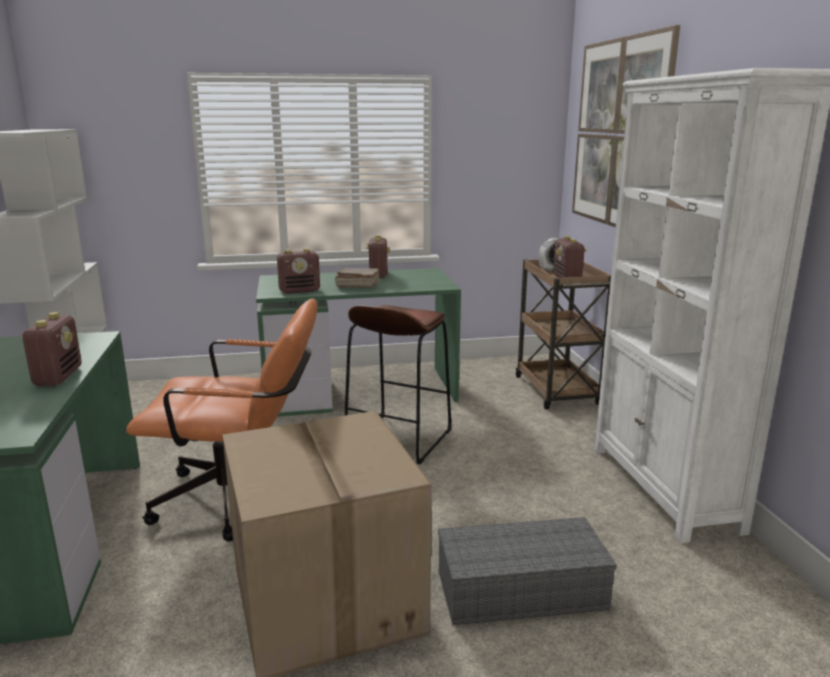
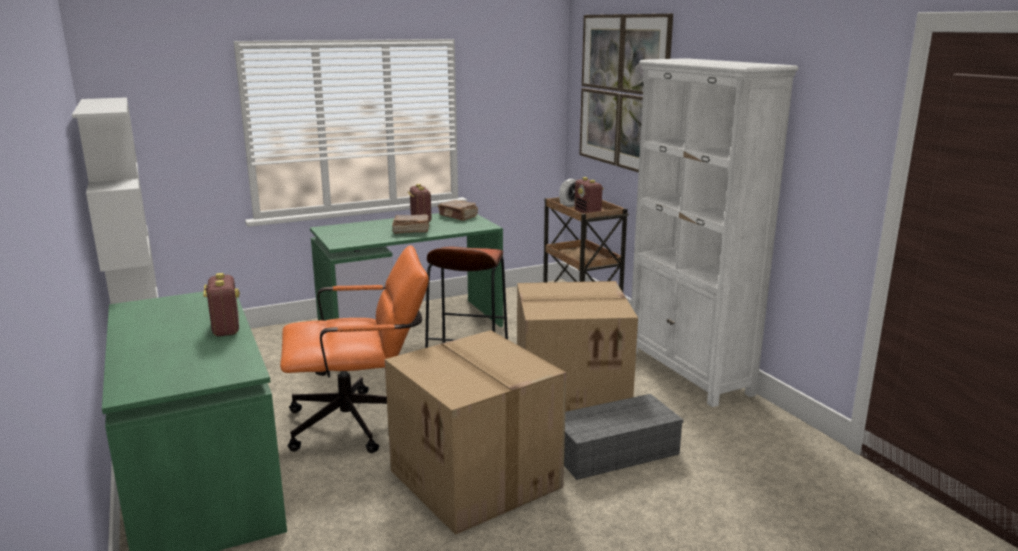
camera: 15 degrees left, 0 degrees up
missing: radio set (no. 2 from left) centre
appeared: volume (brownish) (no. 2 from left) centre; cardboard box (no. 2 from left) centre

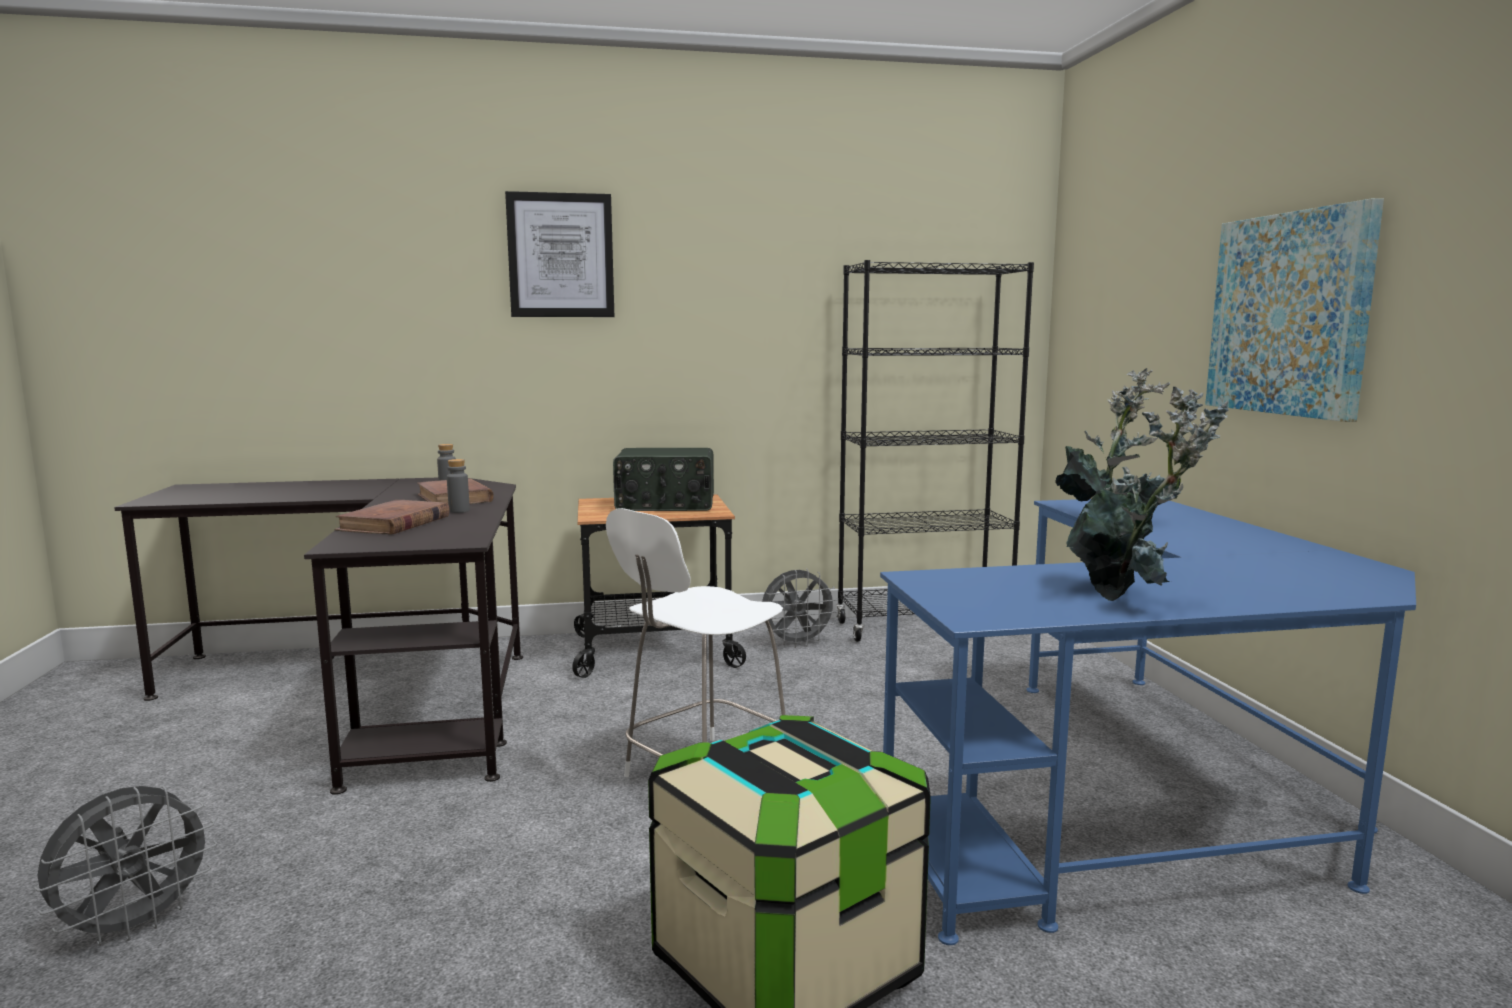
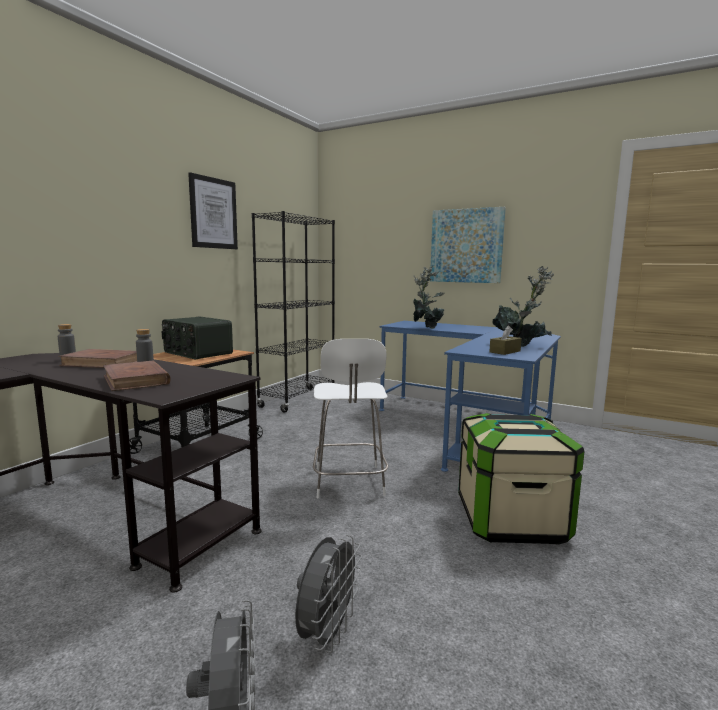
camera: 50 degrees left, 0 degrees up
appeared: tissue holder (brownish) middle right
relocated: wall art (no. 1 from left) top centre to top left; cooling fan (grey) (no. 2 from left) centre to bottom centre
spun: radio set centre = middle left 90 degrees clockwise

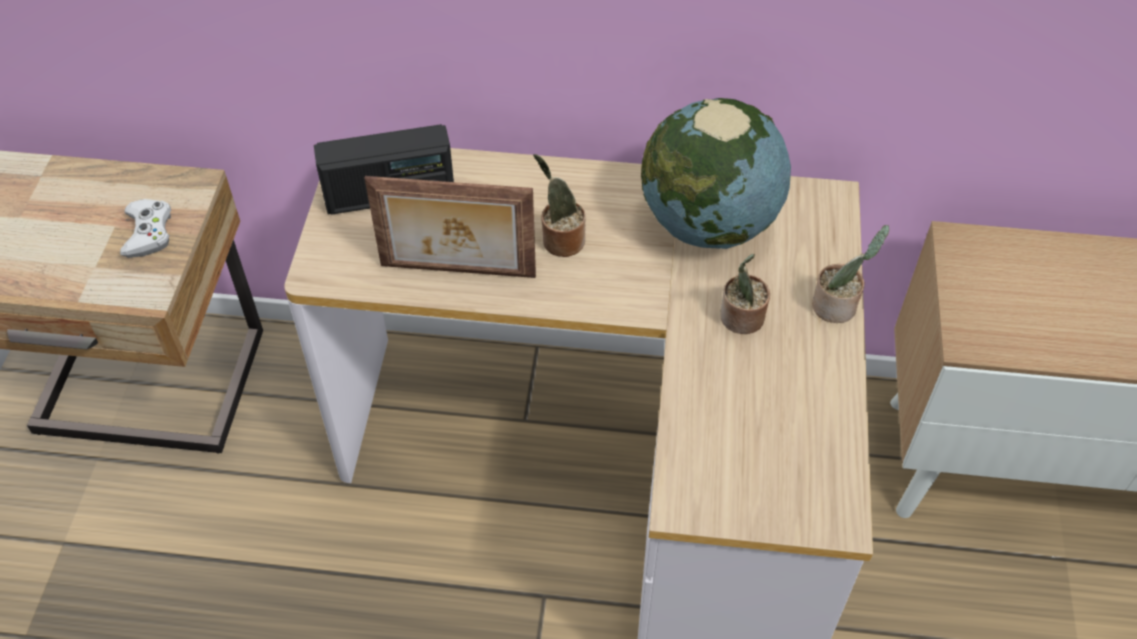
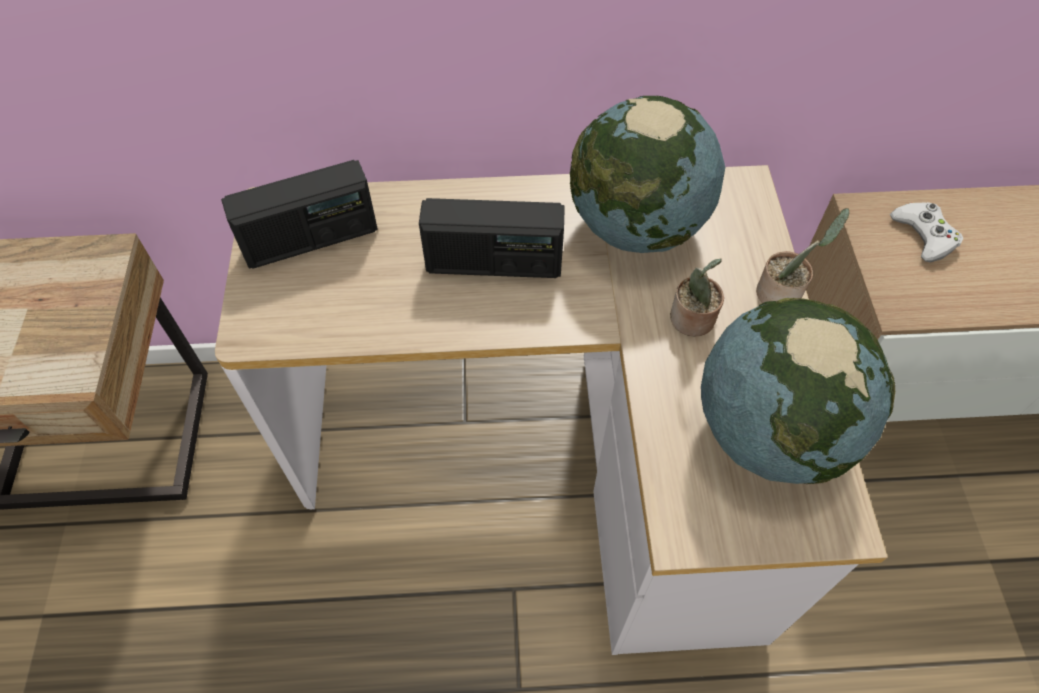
camera: 10 degrees left, 5 degrees up
missing: picture frame centre
appeared: world globe (no. 2 from left) middle right
relocated: gamepad (white) middle left to middle right
exchanged: potted plant (no. 1 from left) top centre to radio set (no. 2 from left) centre

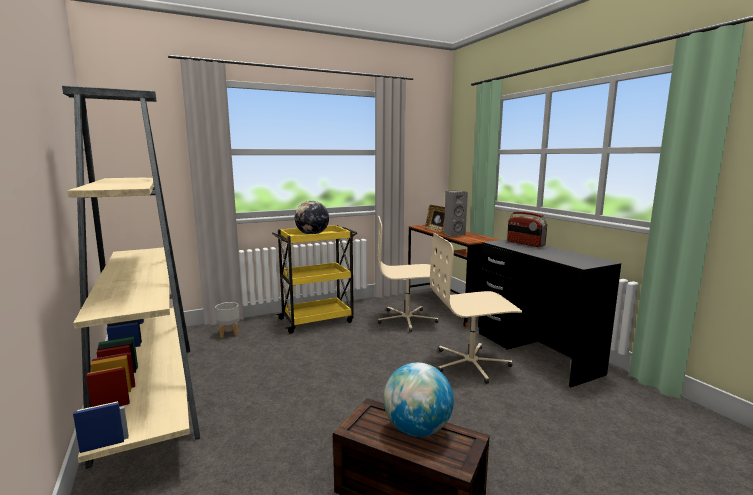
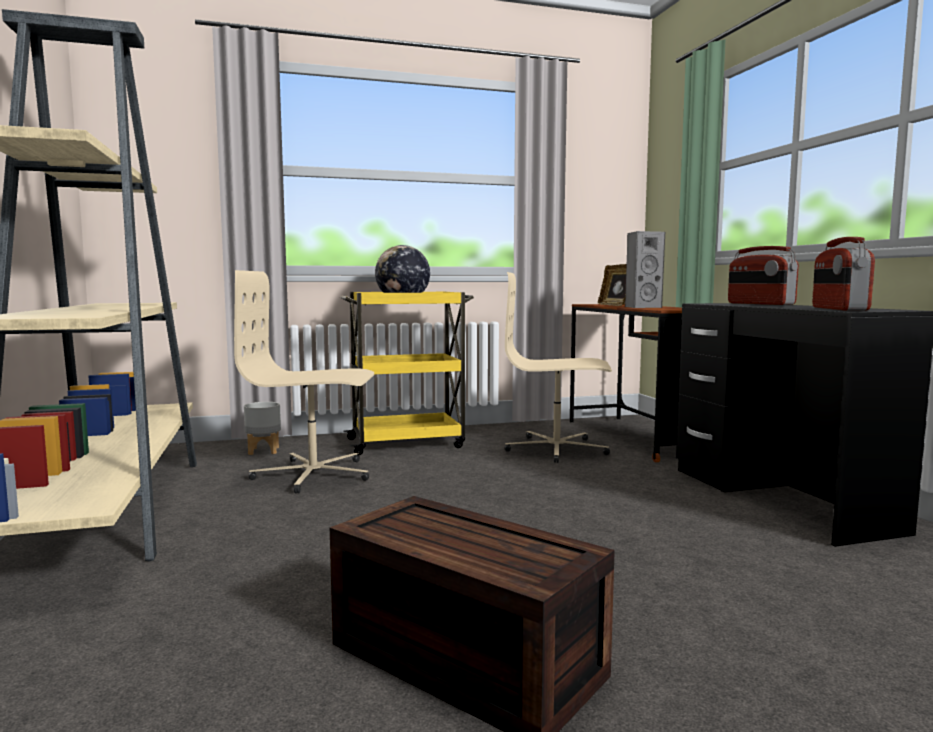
camera: 10 degrees right, 5 degrees down
missing: world globe (no. 2 from left) bottom centre
appeared: radio set (no. 2 from left) middle right
relocated: office chair (beige) (no. 2 from left in the first image) centre to office chair (beige) (no. 1 from left) middle left

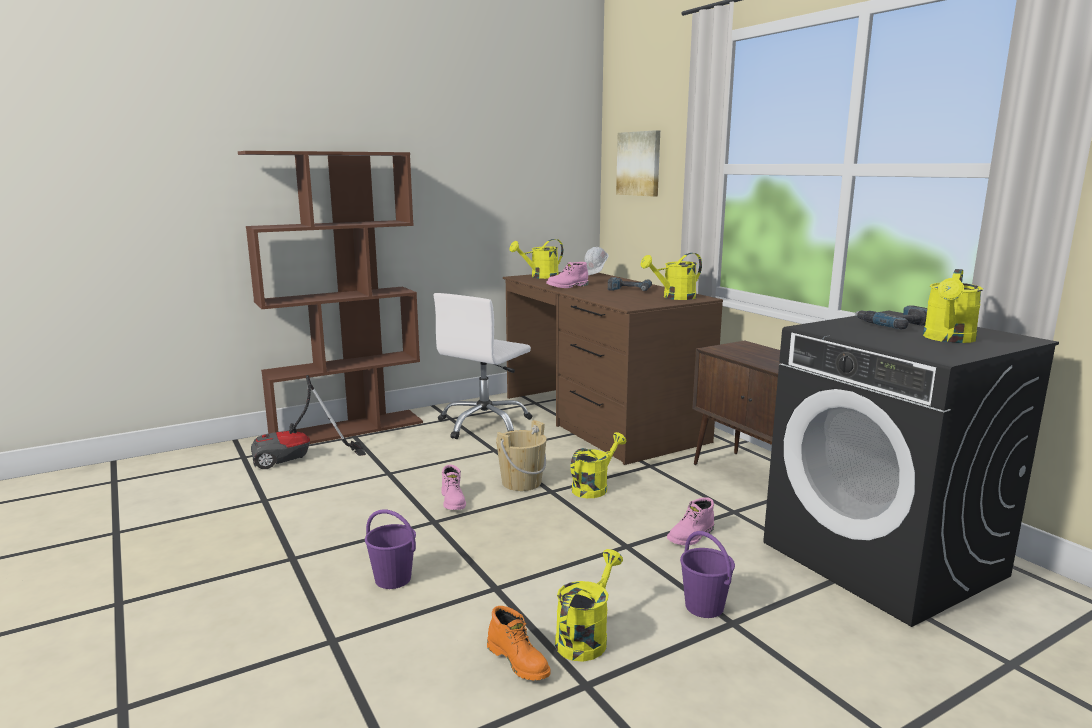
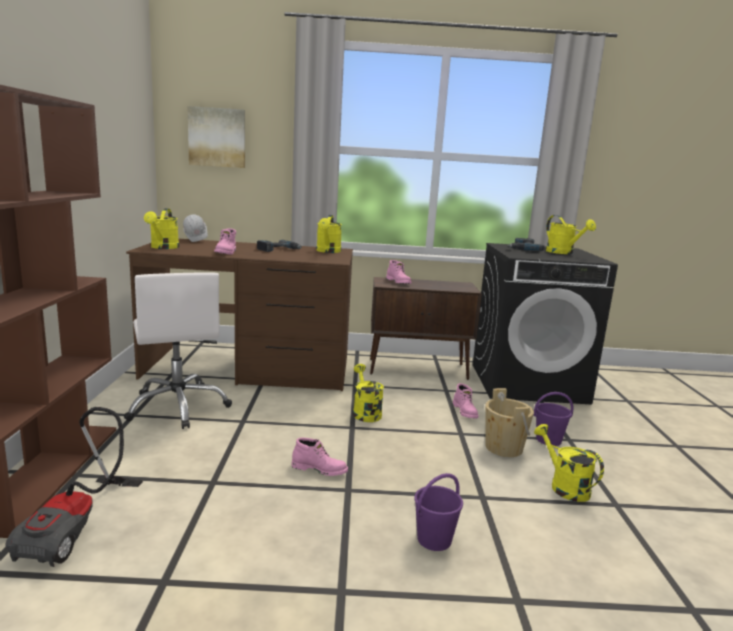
camera: 60 degrees left, 0 degrees up
missing: tall boot (orange-coloured) bottom centre
appeared: tall boot (pink) (no. 3 from left) centre
relocated: bucket (beige) centre to bottom right

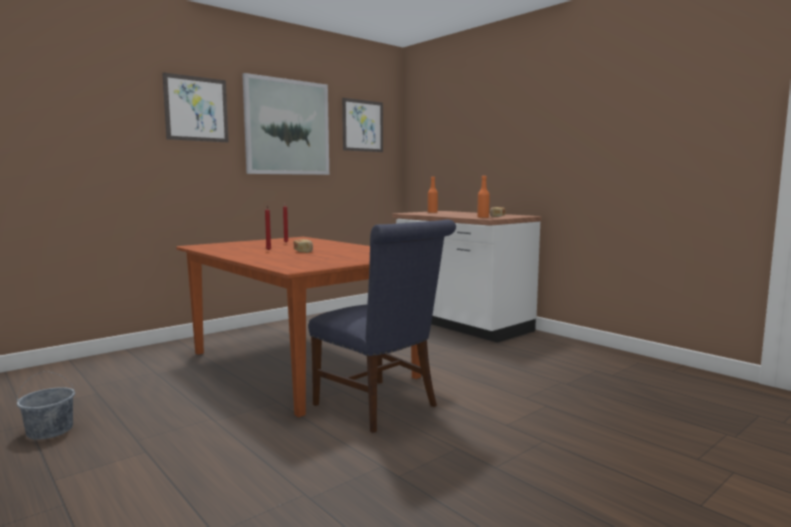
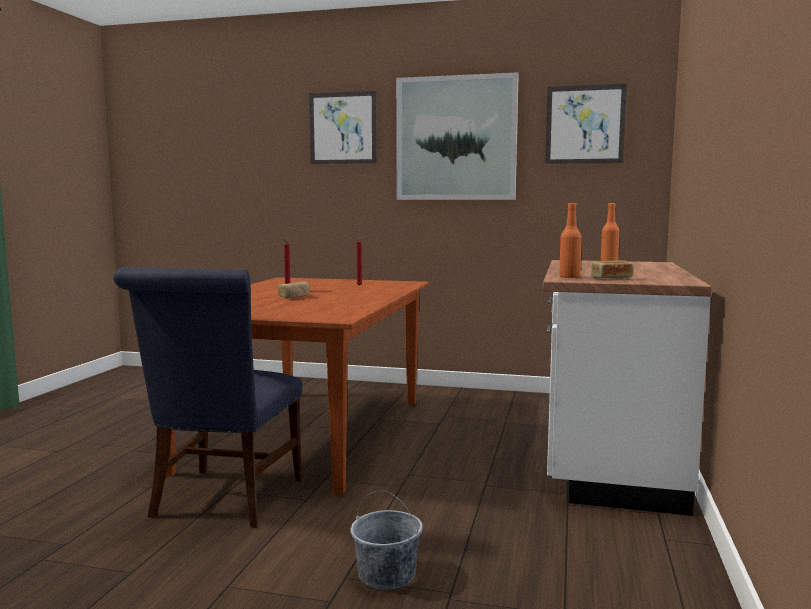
camera: 55 degrees right, 0 degrees up
relocated: bucket (grey) bottom left to bottom centre

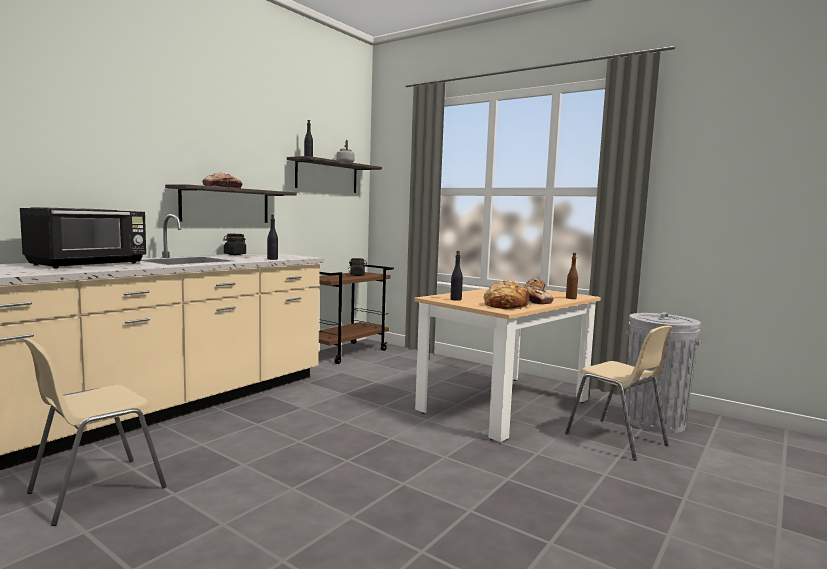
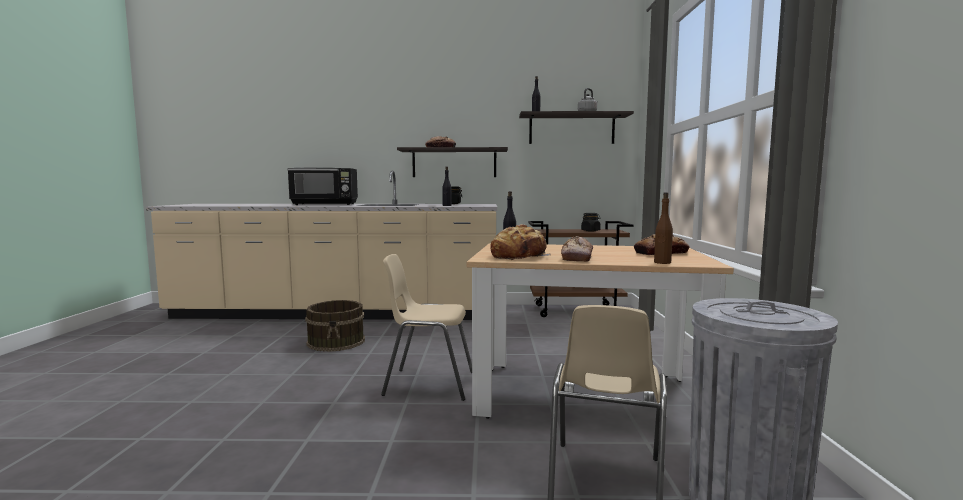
camera: 55 degrees right, 0 degrees up
appeared: bucket (brownish) centre
relocated: plain chair (beige) (no. 1 from left) bottom left to centre

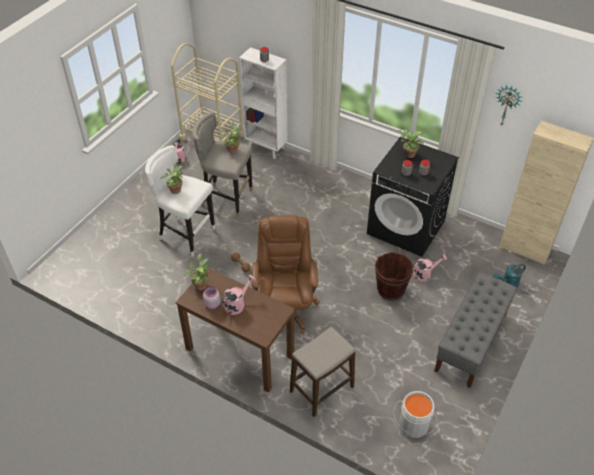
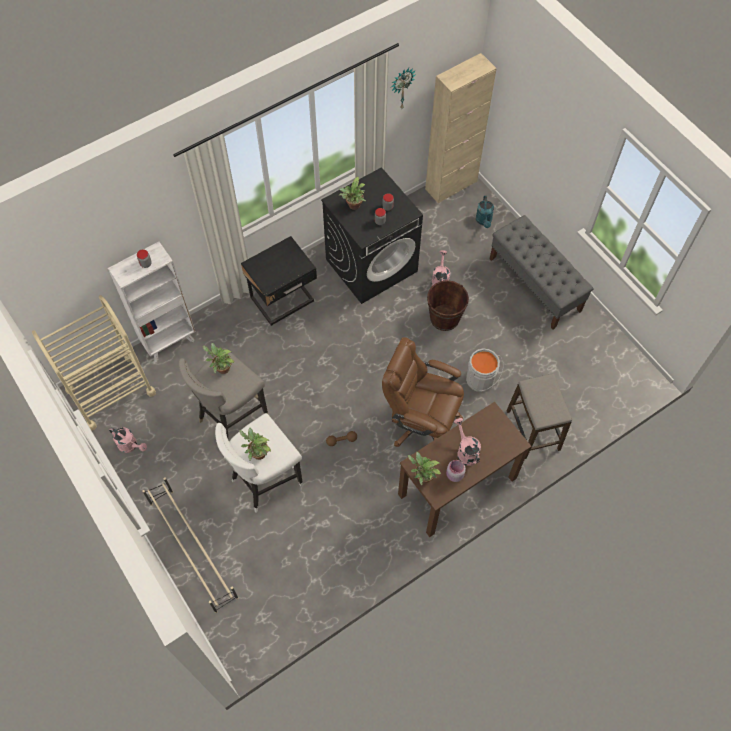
camera: 65 degrees left, 15 degrees up
appeared: bedside table (blackish) centre; shoe shelf (beige) bottom left
relocated: bucket (grey) bottom right to centre

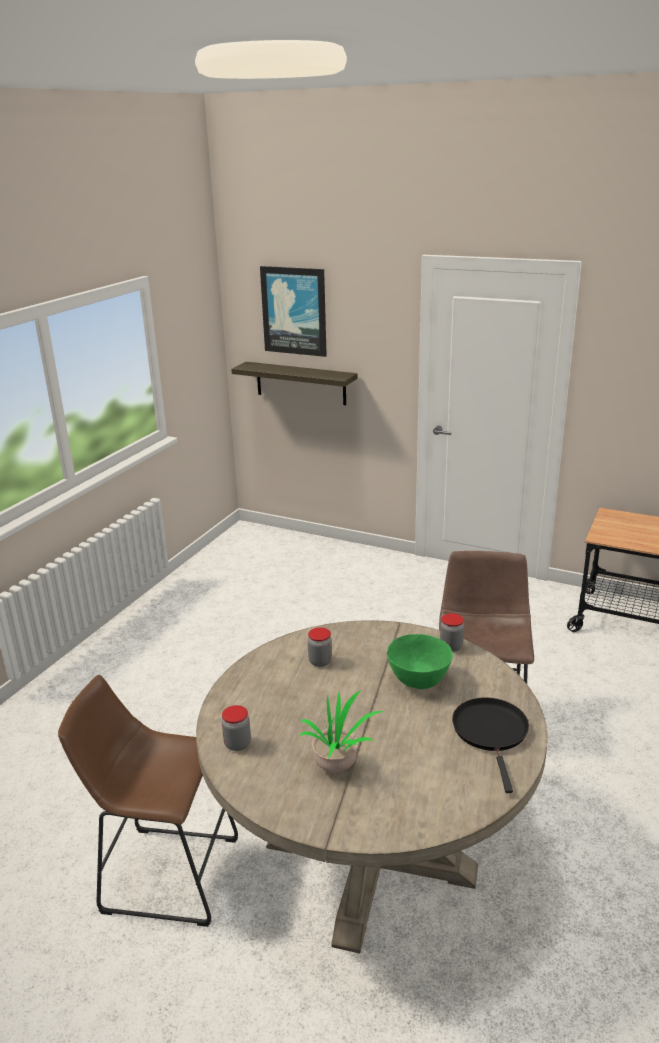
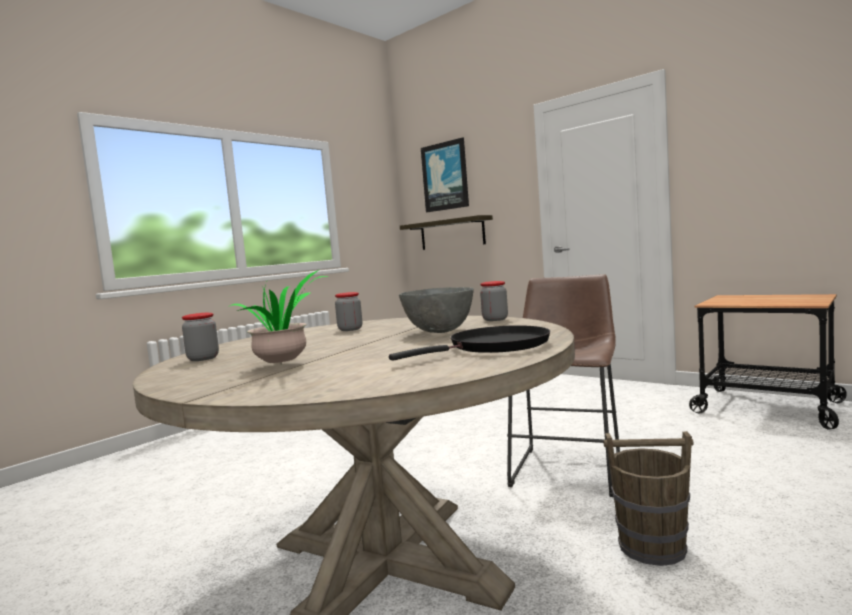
camera: 15 degrees right, 20 degrees down
missing: sitting stool (brownish) (no. 1 from left) bottom left
appeared: bucket (brownish) bottom right
colour: deep dish (green) centre to deep dish (grey) centre
spun: frying pan (blackish) bottom right = centre 45 degrees clockwise

